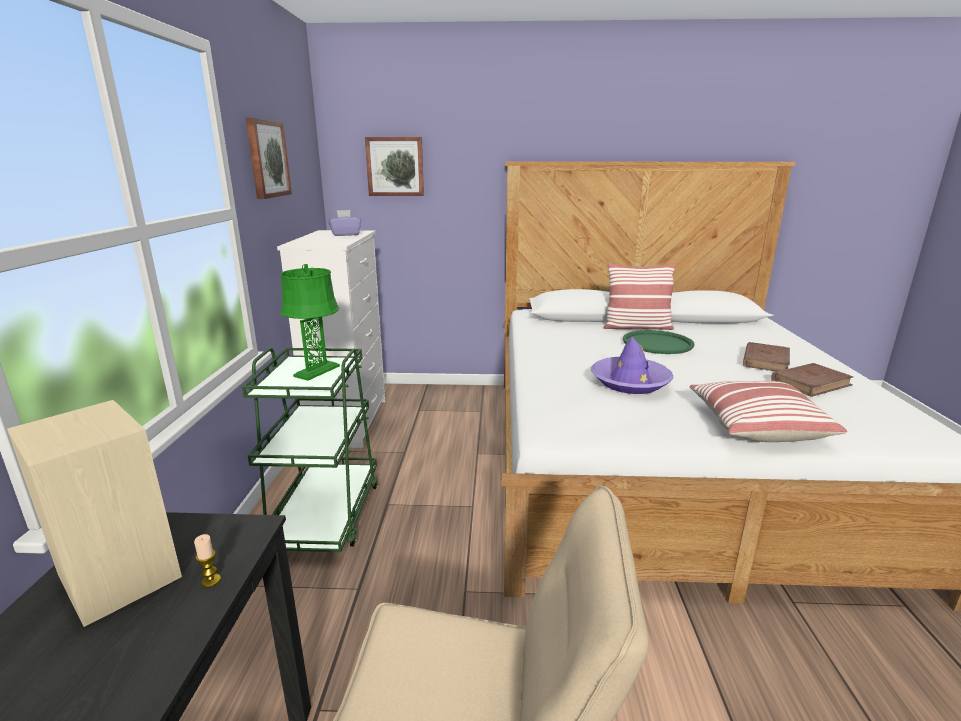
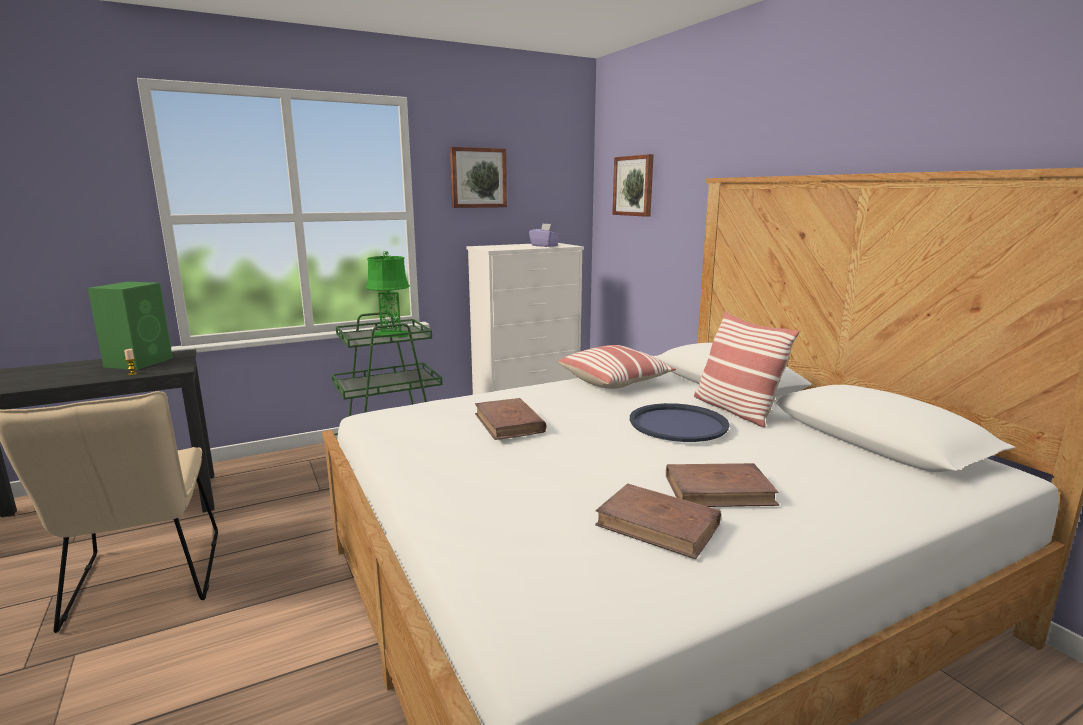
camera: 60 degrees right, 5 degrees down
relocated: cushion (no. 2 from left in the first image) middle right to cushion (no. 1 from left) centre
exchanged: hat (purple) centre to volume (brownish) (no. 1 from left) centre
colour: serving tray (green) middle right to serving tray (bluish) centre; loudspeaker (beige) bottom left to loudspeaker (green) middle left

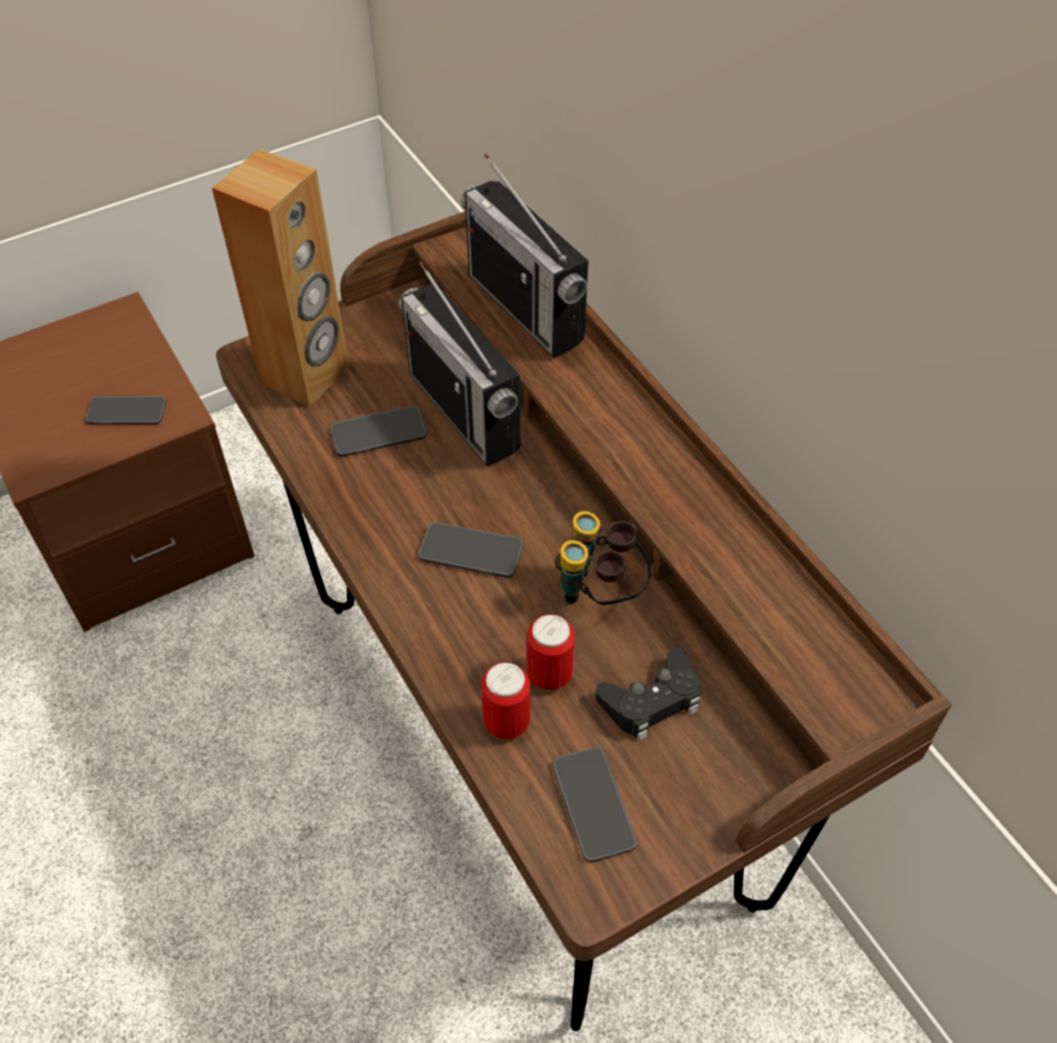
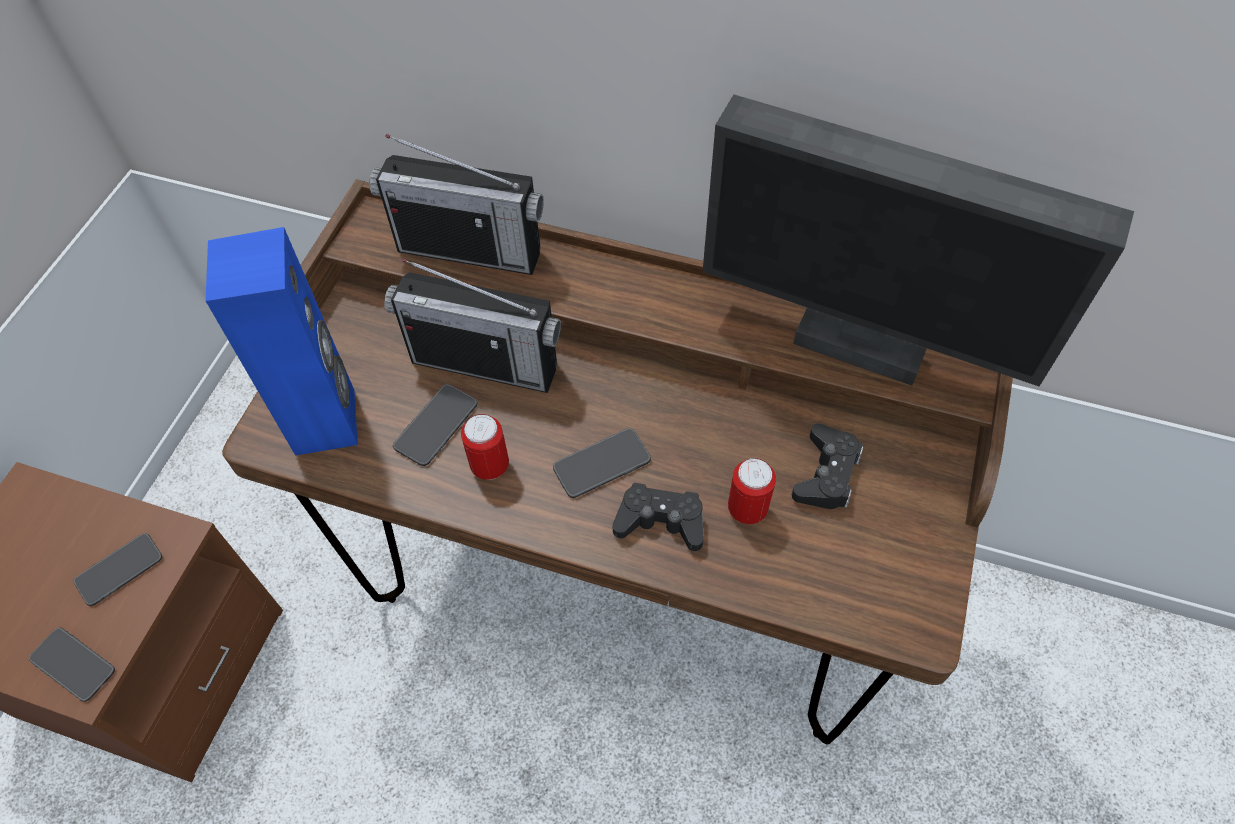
camera: 40 degrees left, 5 degrees up
missing: pair of binoculars centre
appeared: monitor top right; gamepad (blackish) (no. 1 from left) centre
relocated: sealed can (no. 1 from left) bottom centre to centre; handset (no. 4 from left in the first image) bottom centre to handset (no. 1 from left) bottom left
colour: loudspeaker (brownish) top left to loudspeaker (bluish) middle left

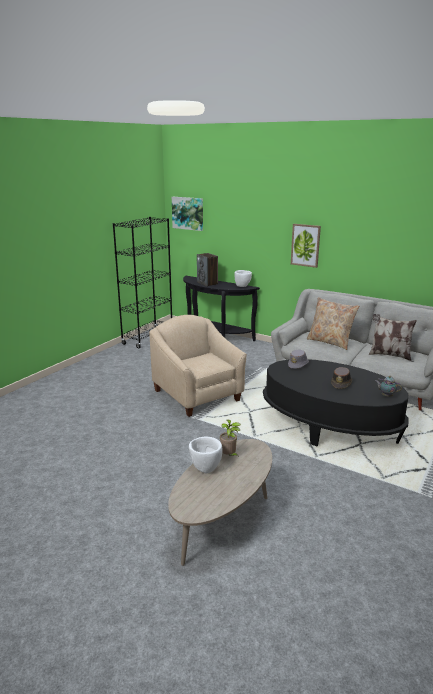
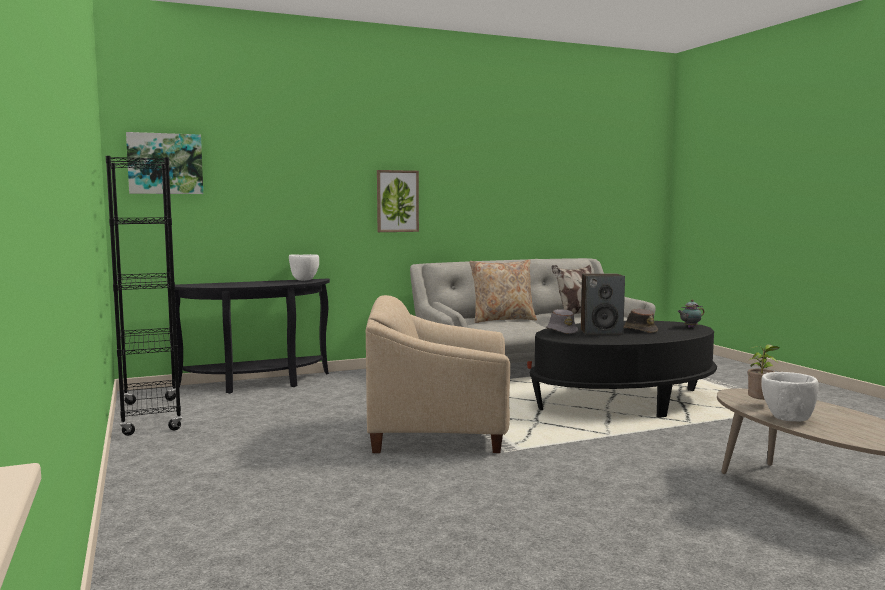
camera: 55 degrees left, 15 degrees down
relocated: loudspeaker centre to middle right

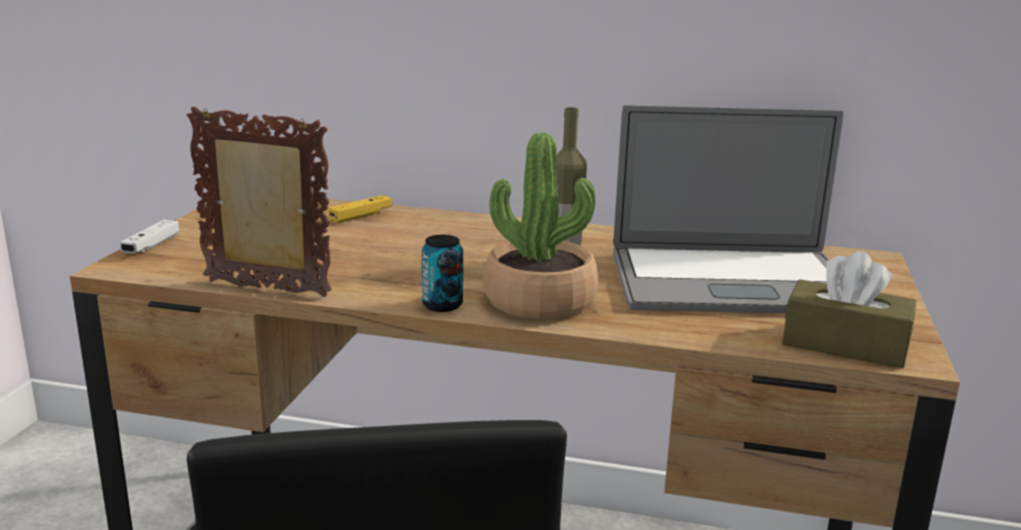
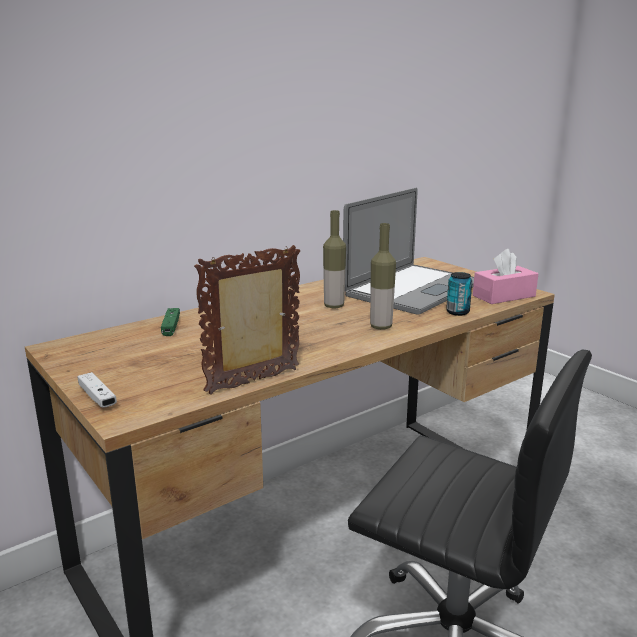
camera: 50 degrees left, 0 degrees up
relocated: sealed can centre to middle right
exchanged: potted plant centre to bottle (no. 2 from left) centre
colour: gamepad (yellow) centre to gamepad (green) middle left; tissue holder (brownish) middle right to tissue holder (pink) middle right

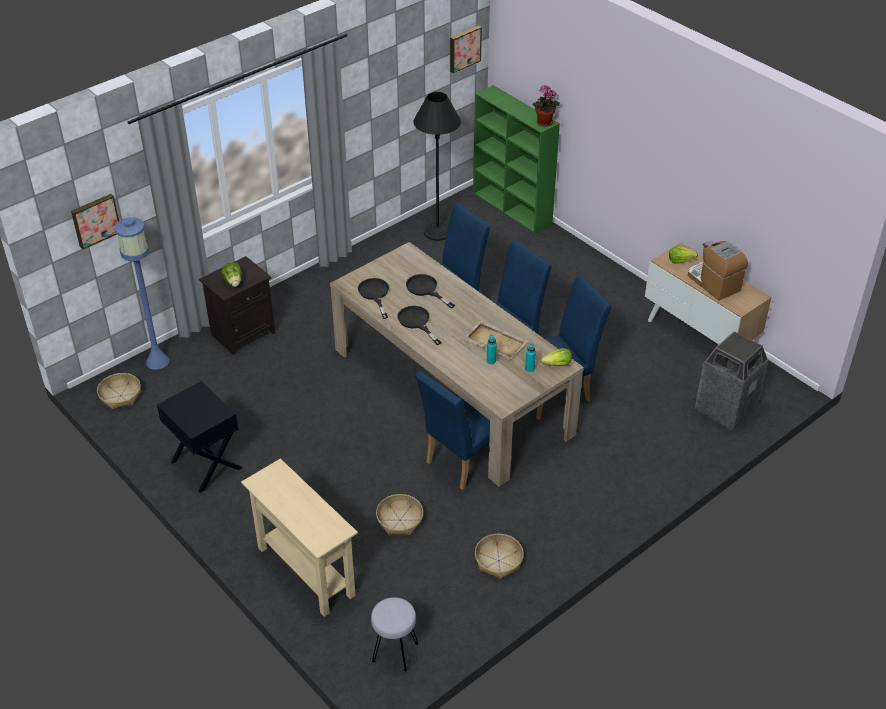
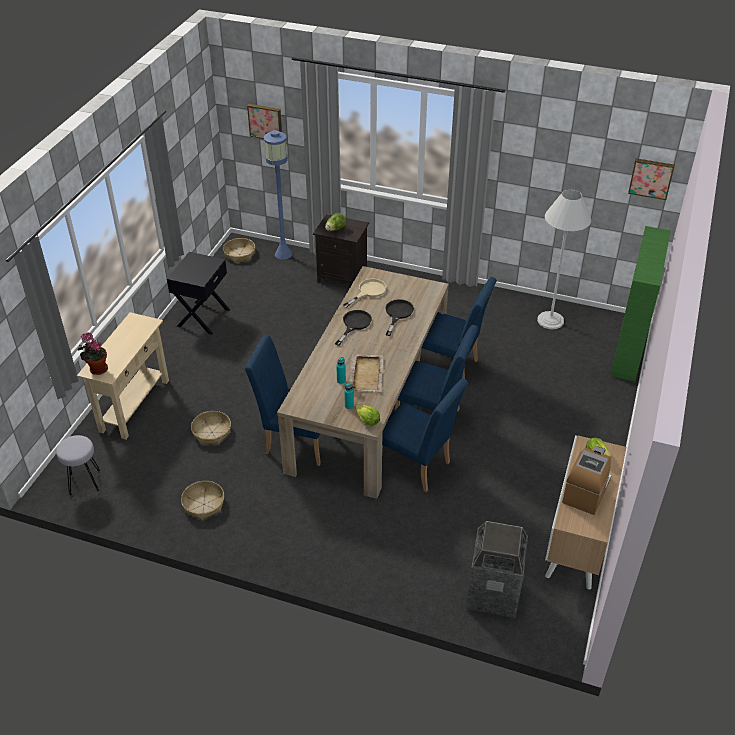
camera: 60 degrees right, 0 degrees up
relocated: potted plant top centre to middle left
colour: floor lamp (blackish) top centre to floor lamp (white) middle right; frying pan (blackish) (no. 1 from left) centre to frying pan (beige) centre

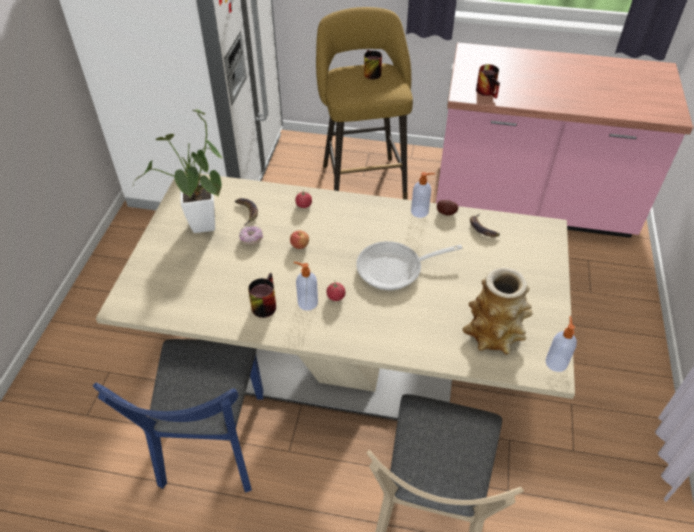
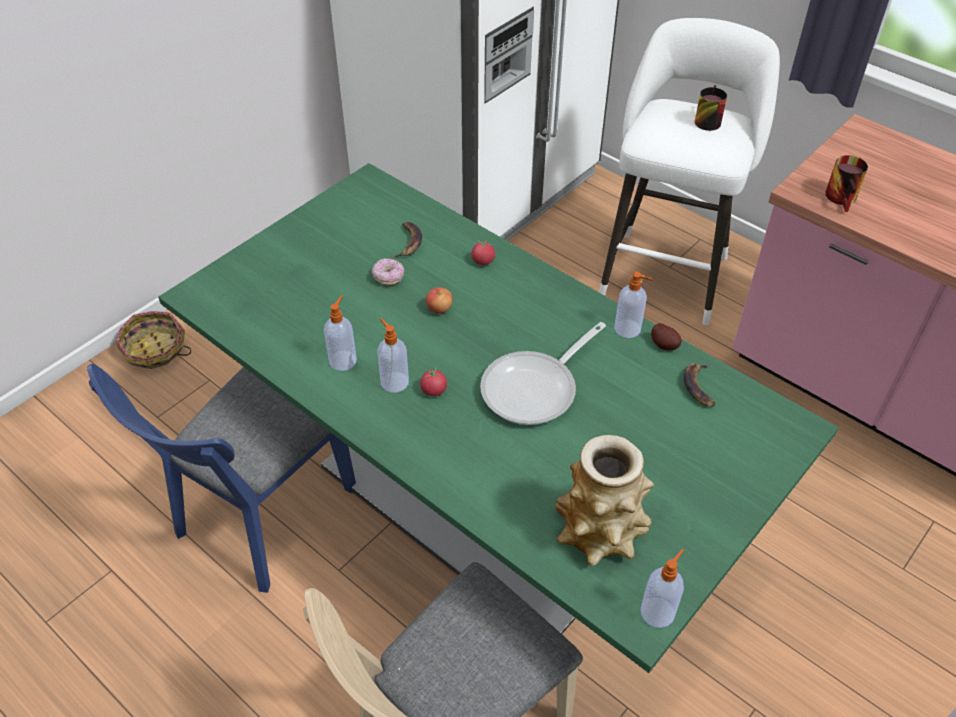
camera: 30 degrees right, 0 degrees up
missing: potted plant top left
appeared: basket middle left
exchanged: tea mug (no. 1 from left) centre to soap bottle (no. 1 from left) centre
colour: sitting stool (yellow) top centre to sitting stool (white) top right; dining table (beige) centre to dining table (green) centre
spun: frying pan centre = centre 60 degrees counterclockwise

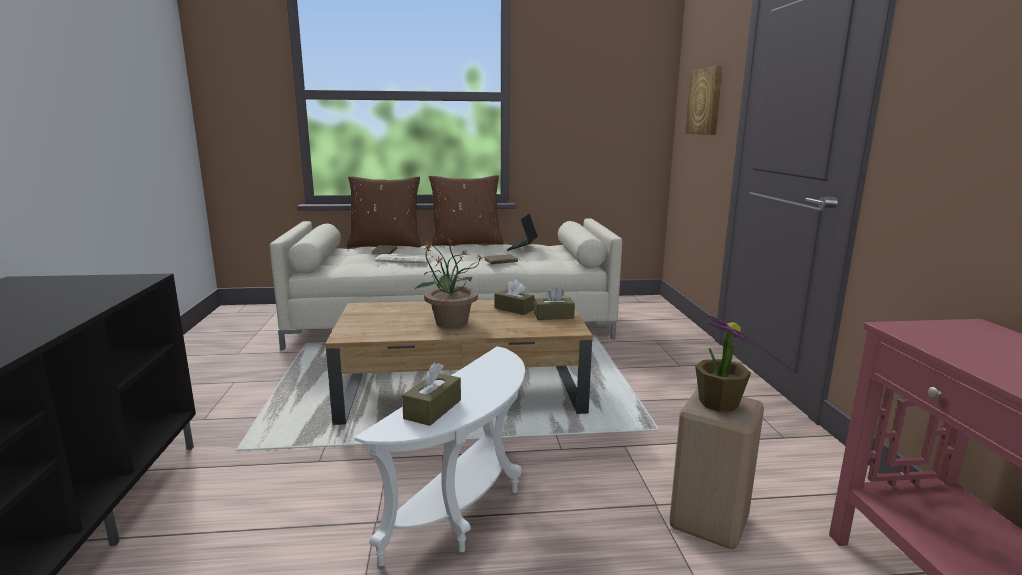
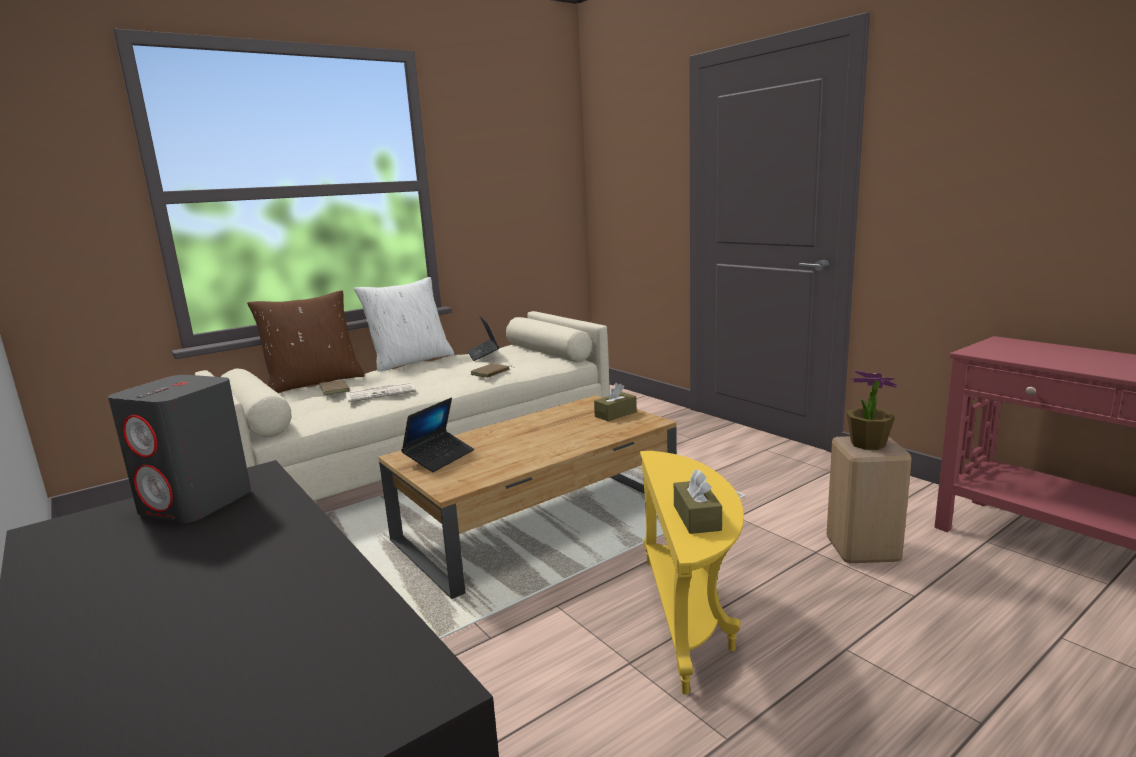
camera: 30 degrees left, 0 degrees up
missing: wall art top right; potted plant (no. 1 from left) centre; tissue holder (brownish) (no. 2 from left) centre
appeared: loudspeaker (grey) middle left; laptop (no. 1 from left) centre
colour: cushion (brownish) (no. 2 from left) centre to cushion (white) centre; side table (white) bottom centre to side table (yellow) bottom centre

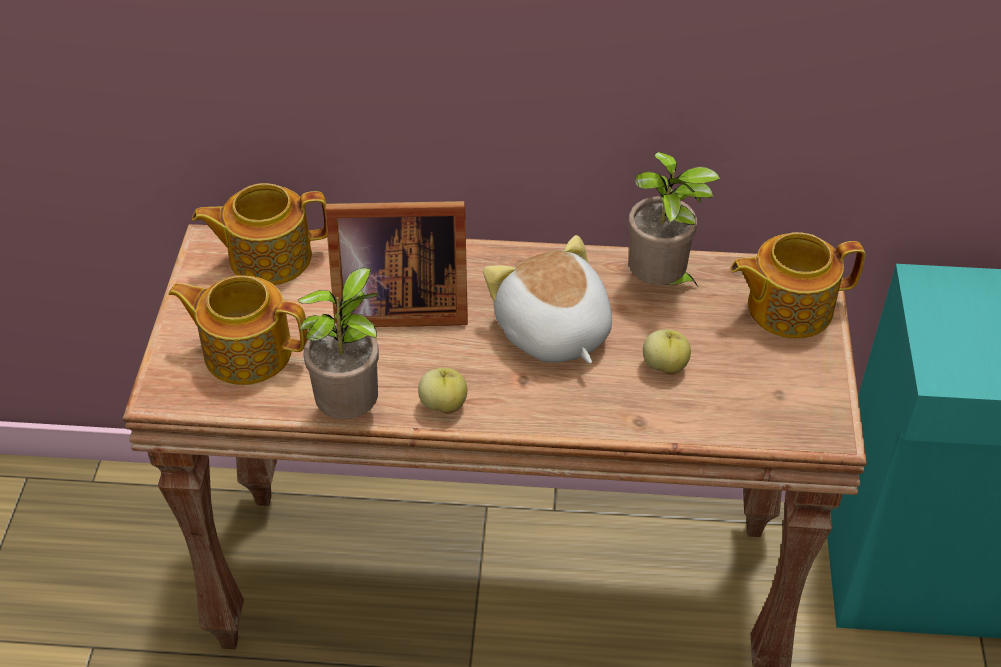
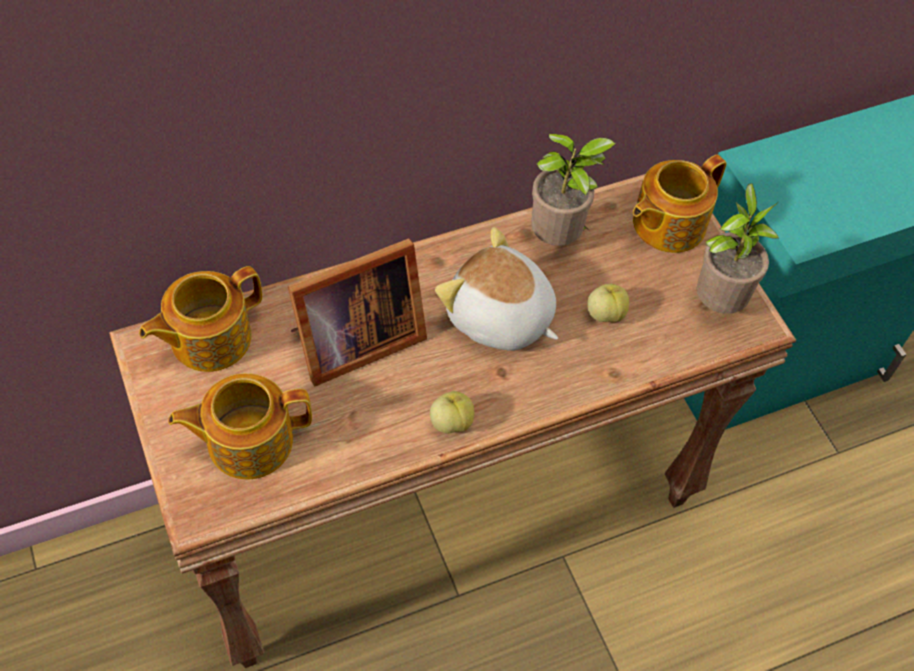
camera: 30 degrees left, 10 degrees up
relocated: potted plant (no. 1 from left in the first image) centre to potted plant (no. 2 from left) middle right

